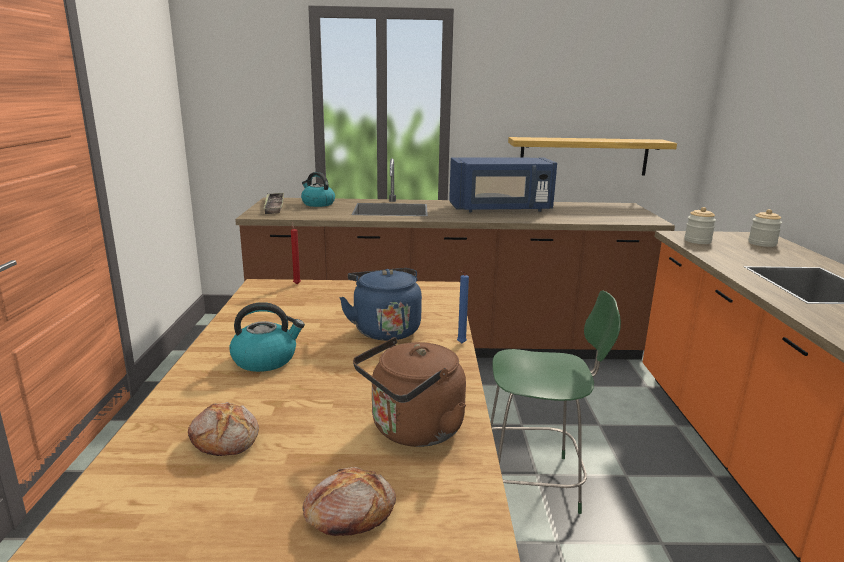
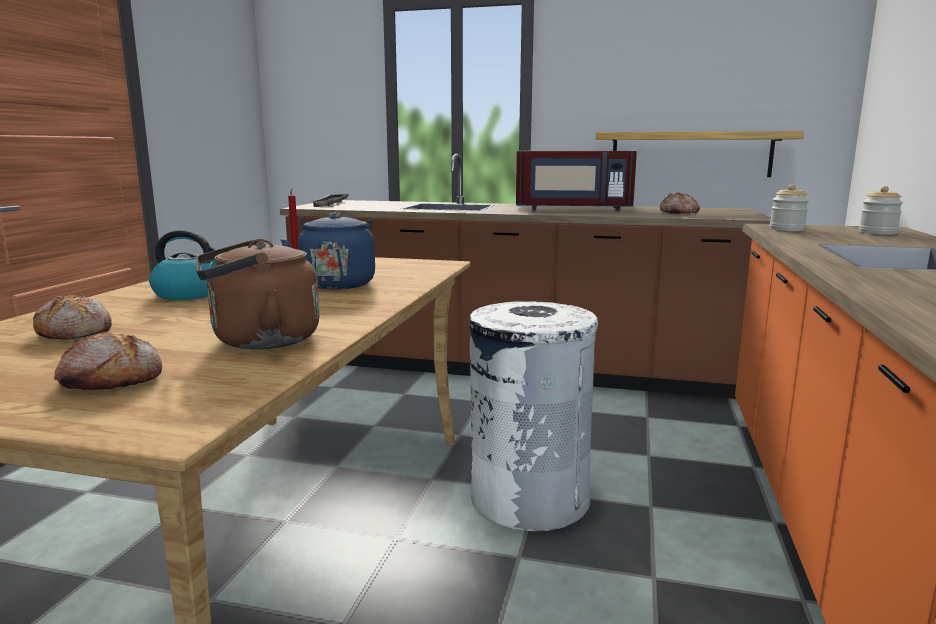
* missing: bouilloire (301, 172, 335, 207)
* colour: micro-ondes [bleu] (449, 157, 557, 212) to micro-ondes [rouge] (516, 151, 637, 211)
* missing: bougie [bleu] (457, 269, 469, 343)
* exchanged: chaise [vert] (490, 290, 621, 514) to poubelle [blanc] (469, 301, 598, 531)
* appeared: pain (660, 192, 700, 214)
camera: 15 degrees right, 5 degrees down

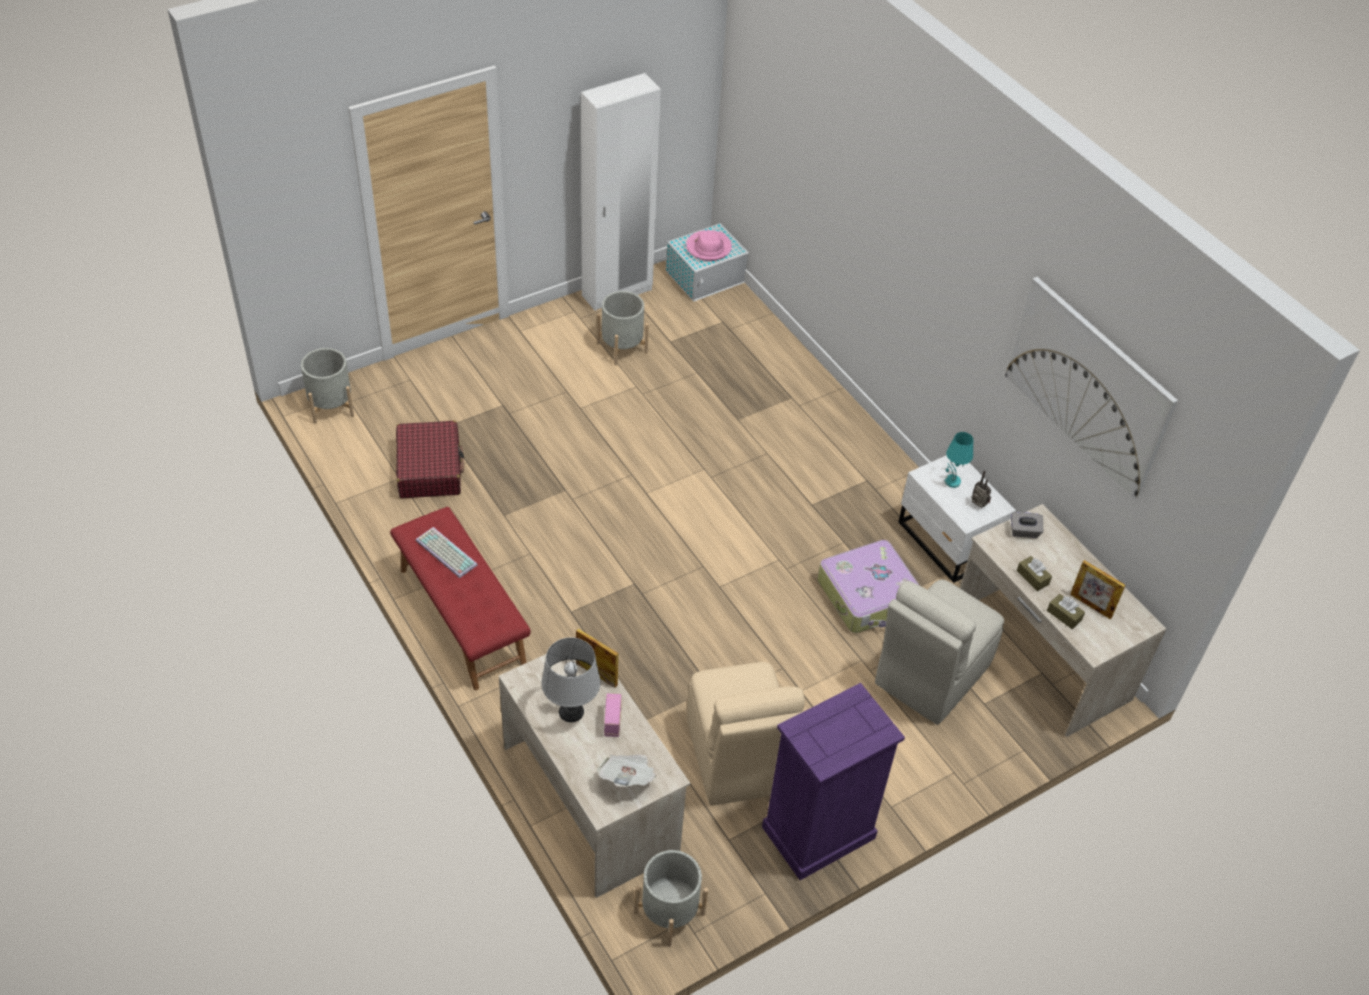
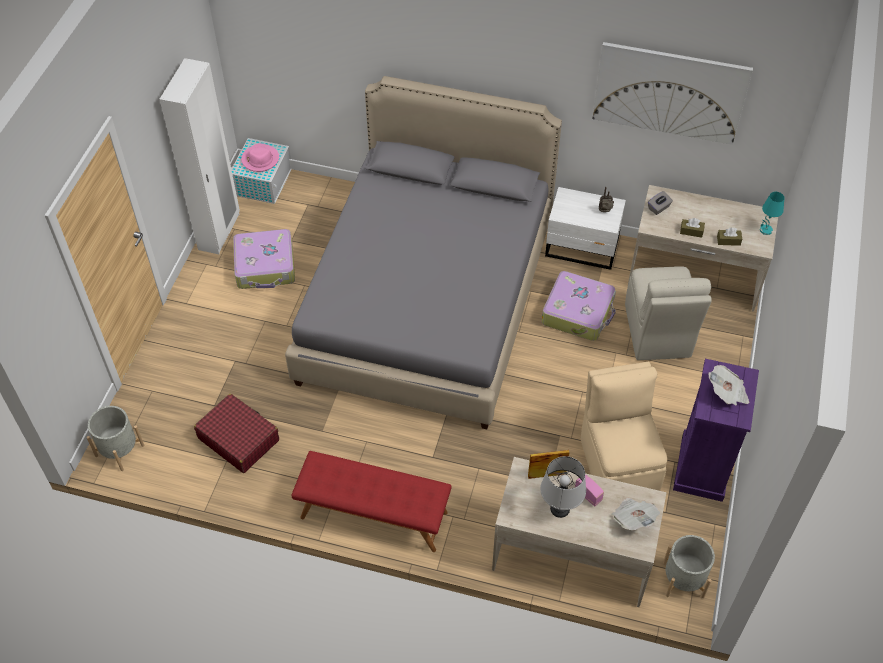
* missing: clavier (416, 527, 477, 578)
* exchanged: cache-pot [gris] (597, 291, 649, 365) to valise (233, 229, 295, 289)
* spun: chaise [beige] (687, 662, 805, 806) = (581, 362, 667, 491) 135 degrees counterclockwise
* relocated: lampe de table [turquoise] (945, 432, 973, 488) to (760, 192, 784, 235)
* missing: cadre photo (1070, 560, 1126, 619)
* appeared: lit [gris] (285, 76, 562, 429)
* appeared: journal (708, 365, 749, 405)
camera: 40 degrees left, 5 degrees up

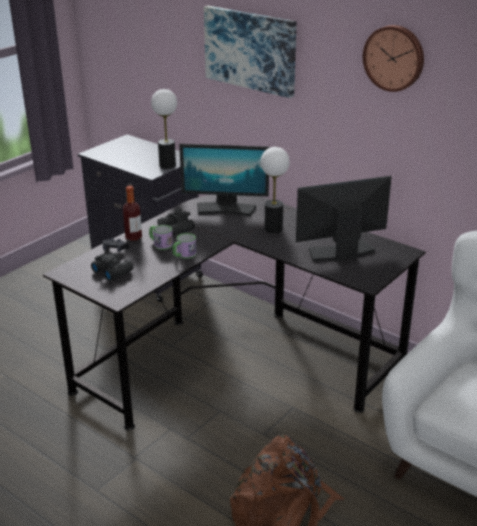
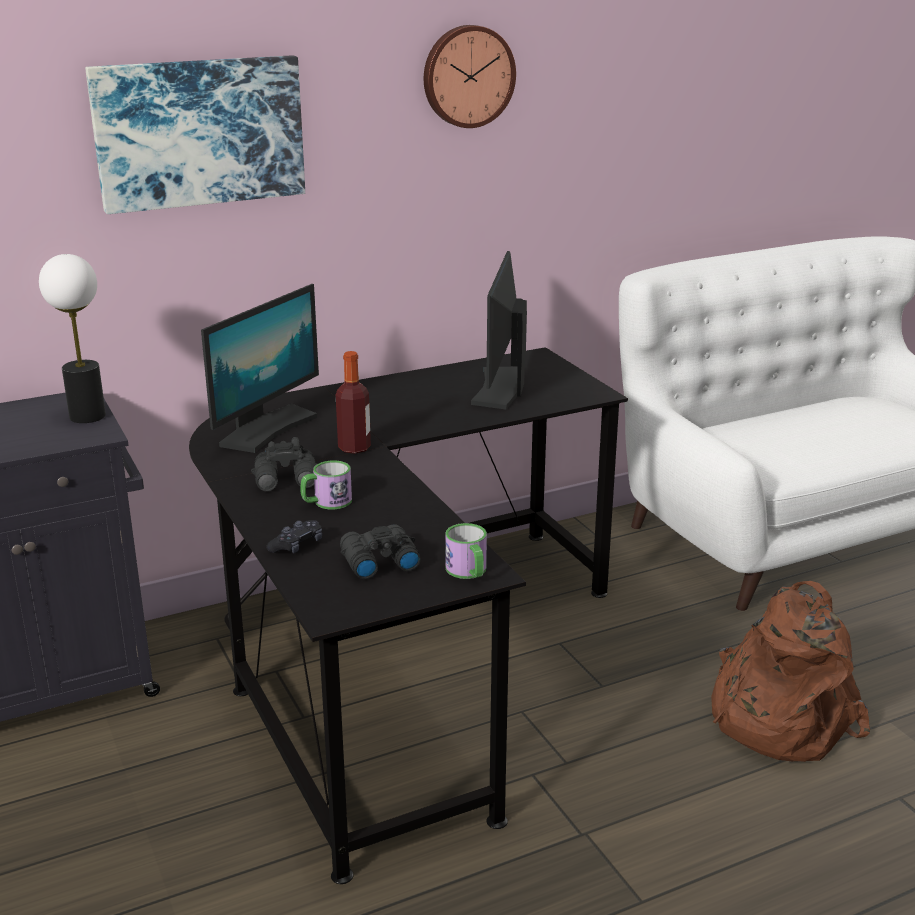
* relocated: bouteille (123, 186, 142, 241) to (336, 351, 371, 454)
* relocated: mug (173, 233, 196, 259) to (445, 523, 487, 579)
* missing: lampe de table (260, 147, 290, 233)
camera: 65 degrees left, 5 degrees down

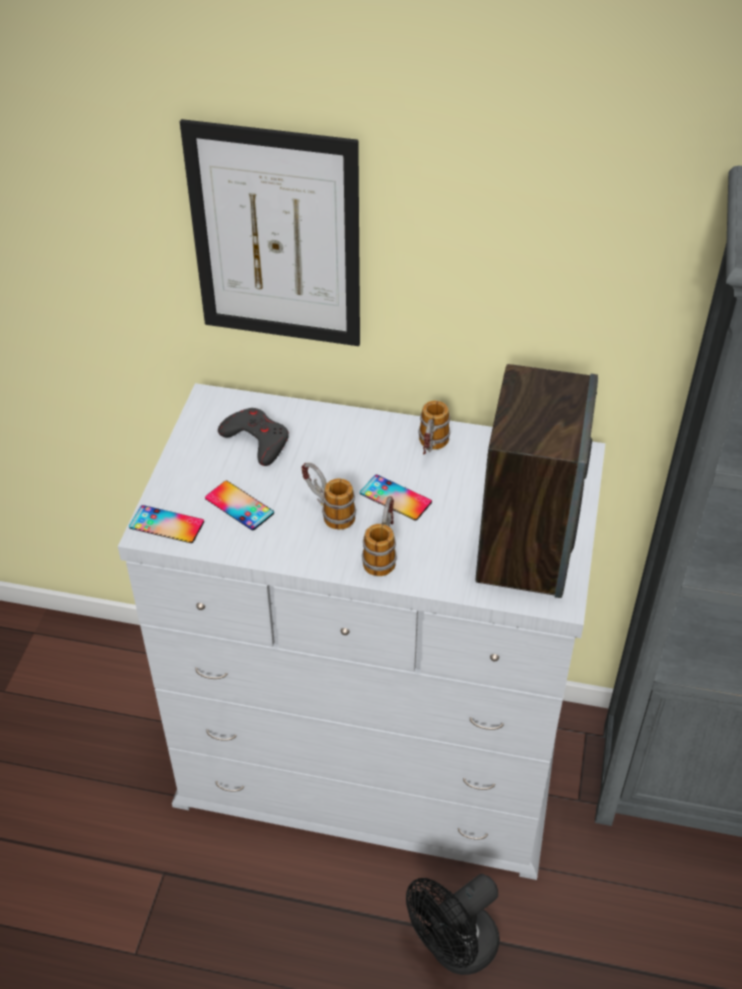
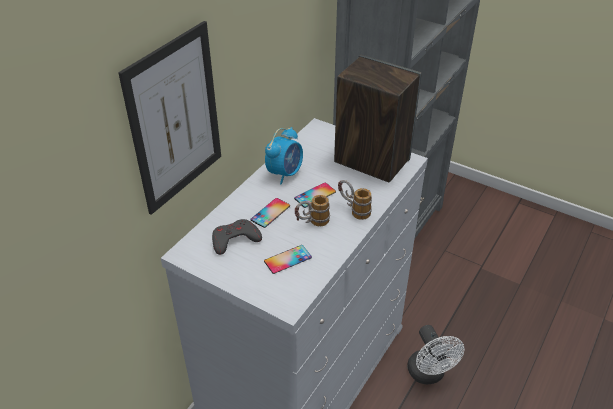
* relocated: téléphone (129, 505, 204, 543) to (250, 198, 290, 228)
* colour: ventilateur [noir] (406, 874, 500, 975) to ventilateur [blanc] (408, 325, 465, 385)
* exchanged: mug (419, 401, 450, 455) to réveil (265, 127, 303, 185)
camera: 70 degrees left, 5 degrees down

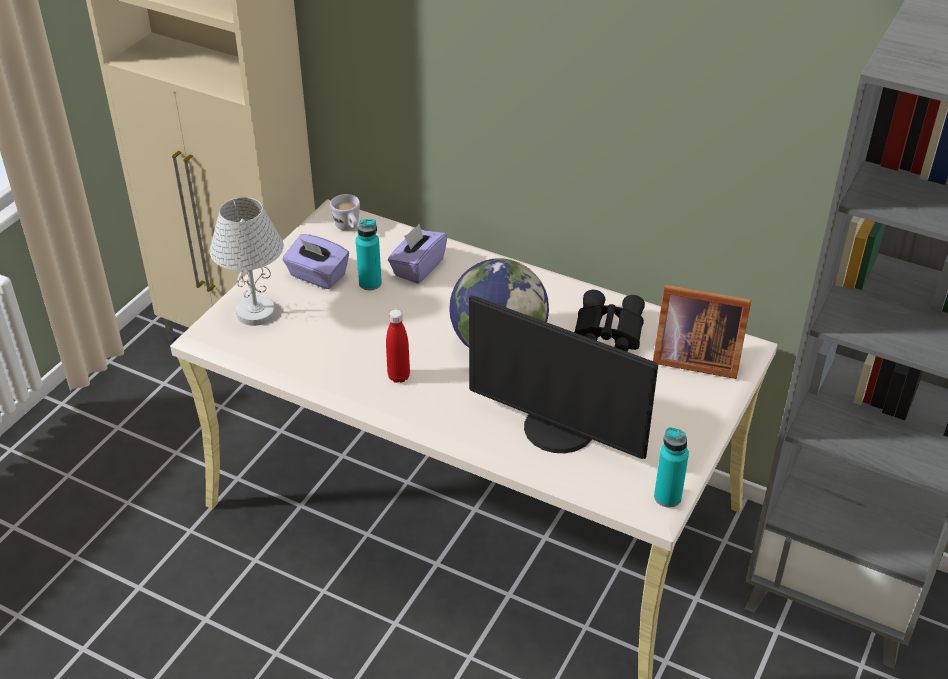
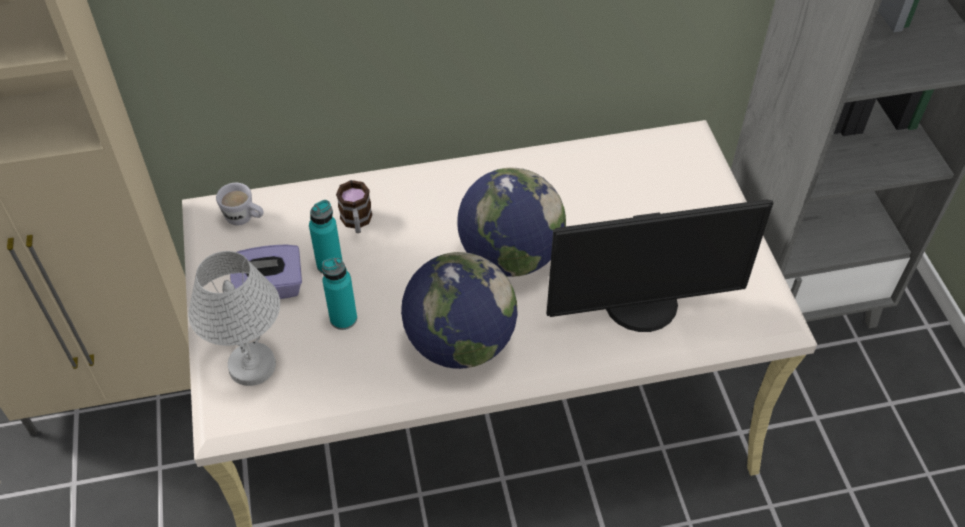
* exchanged: bouteille [rouge] (386, 309, 410, 383) to globe (401, 252, 517, 369)
* exchanged: boîte à mouchoirs [violet] (388, 224, 448, 284) to mug (336, 180, 372, 233)
* missing: jumelles [noir] (574, 290, 645, 352)
* missing: cadre photo (653, 285, 751, 379)
* relocated: bouteille [turquoise] (654, 427, 689, 507) to (322, 257, 357, 330)
camera: 40 degrees left, 10 degrees up

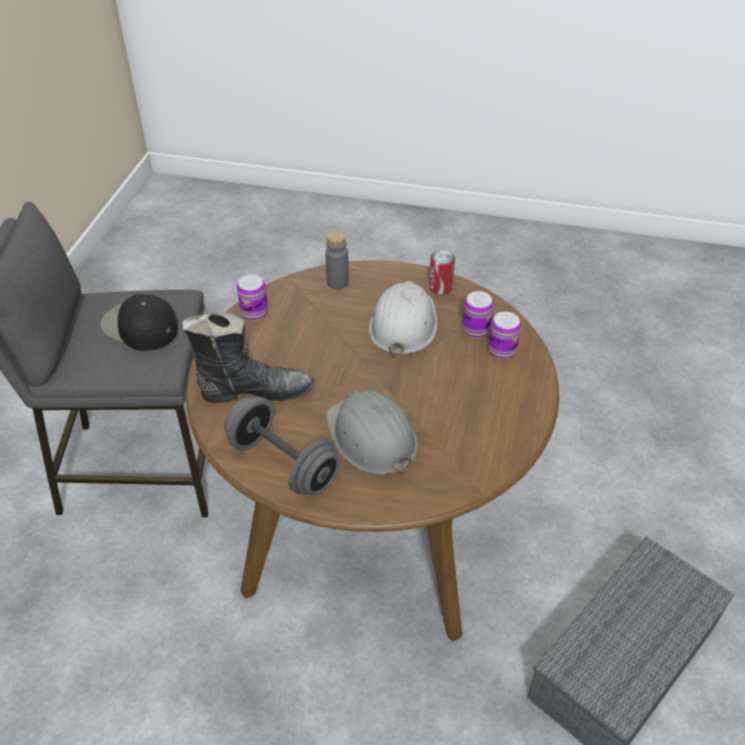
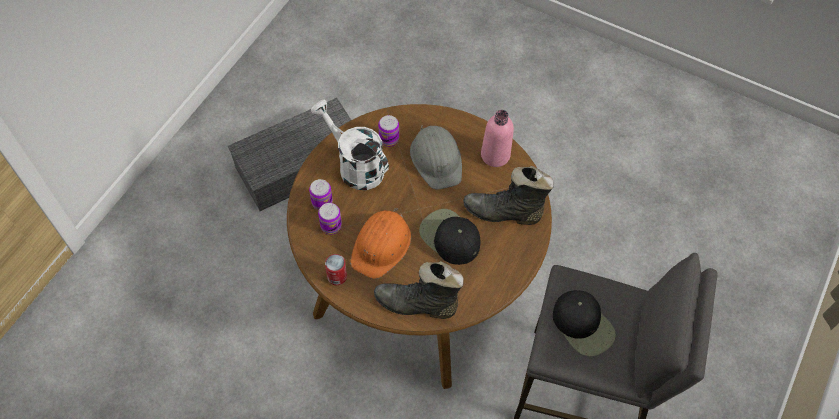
* exchanged: haltère [gris] (224, 397, 340, 496) to bouteille [rose] (481, 110, 514, 167)
* relocated: boîte métallique (237, 274, 268, 321) to (378, 115, 399, 147)
* exchanged: bouteille [gris] (325, 231, 349, 289) to botte [noir] (374, 261, 464, 319)
* colour: casque de chantier [blanc] (369, 281, 437, 357) to casque de chantier [orange] (350, 208, 411, 279)
* appeared: arrosoir [blanc] (311, 100, 389, 190)
* appeared: casquette [noir] (419, 209, 480, 265)
camera: 165 degrees left, 15 degrees up

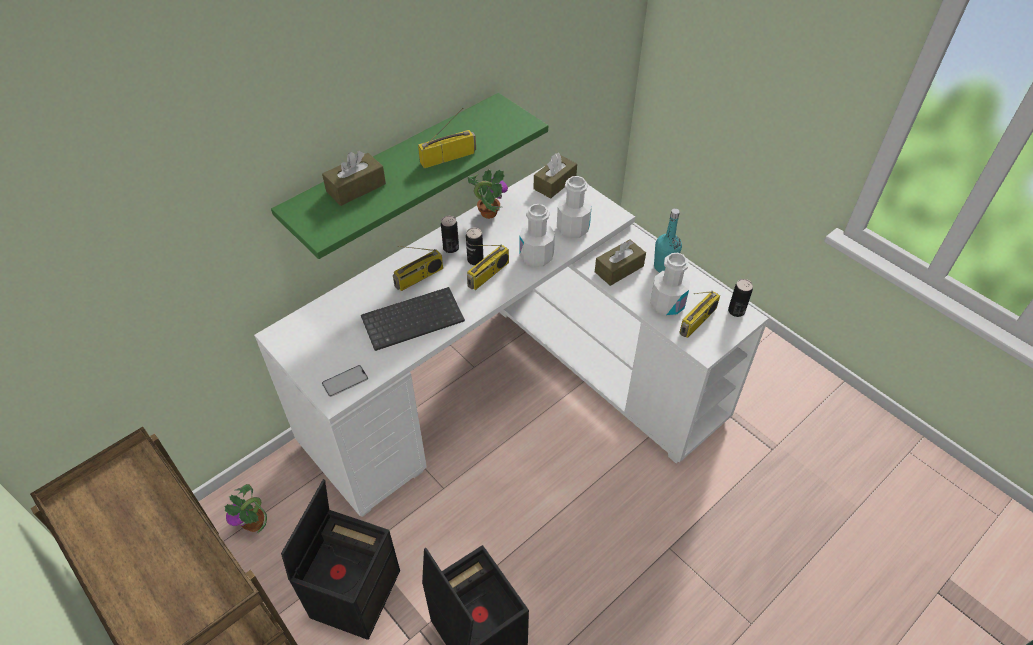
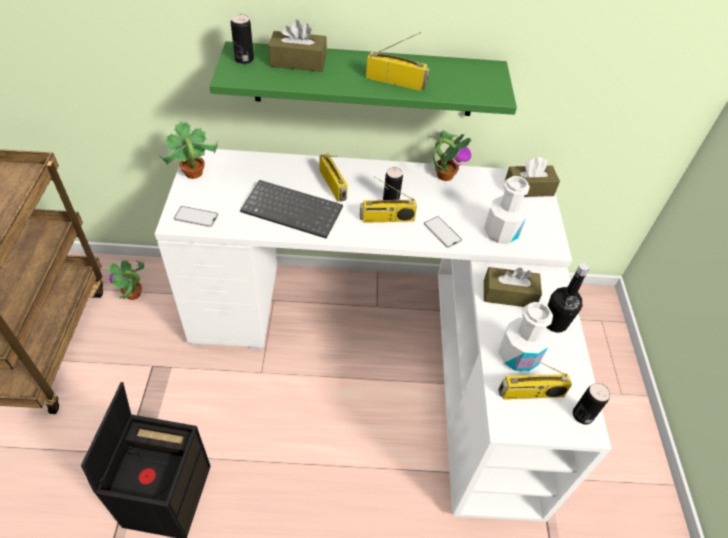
* missing: boîte de rangement [noir] (281, 479, 400, 640)
* spun: radio (393, 246, 443, 291) = (319, 154, 347, 202) 120 degrees counterclockwise
* relocated: boîte métallique (441, 216, 459, 253) to (231, 14, 254, 64)
* exchanged: bouteille [blanc] (520, 204, 555, 267) to téléphone (424, 216, 462, 248)
* colour: bouteille [turquoise] (654, 208, 682, 272) to bouteille [noir] (547, 263, 590, 333)
* appeared: plante en pot (159, 121, 218, 179)
camera: 40 degrees right, 0 degrees up

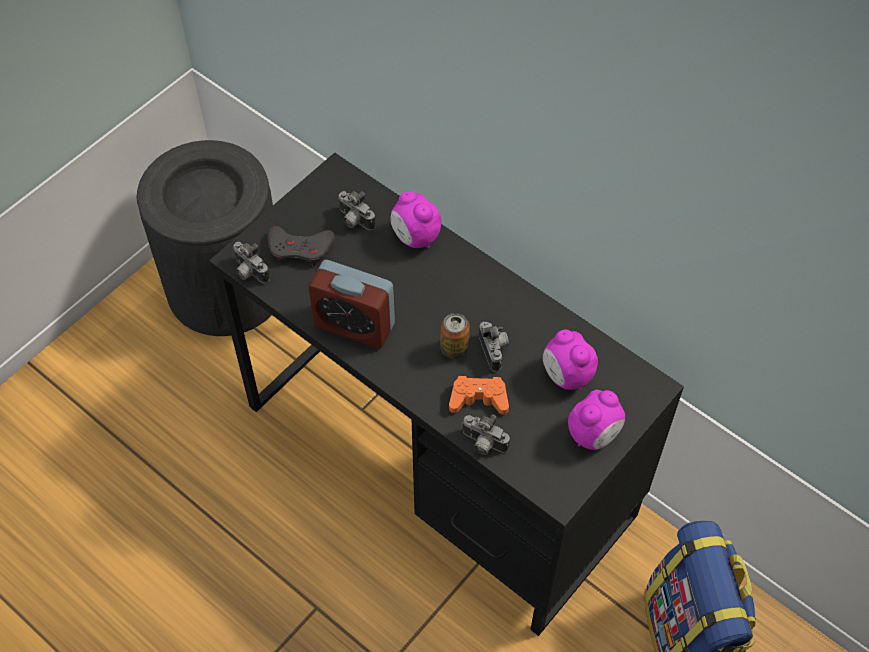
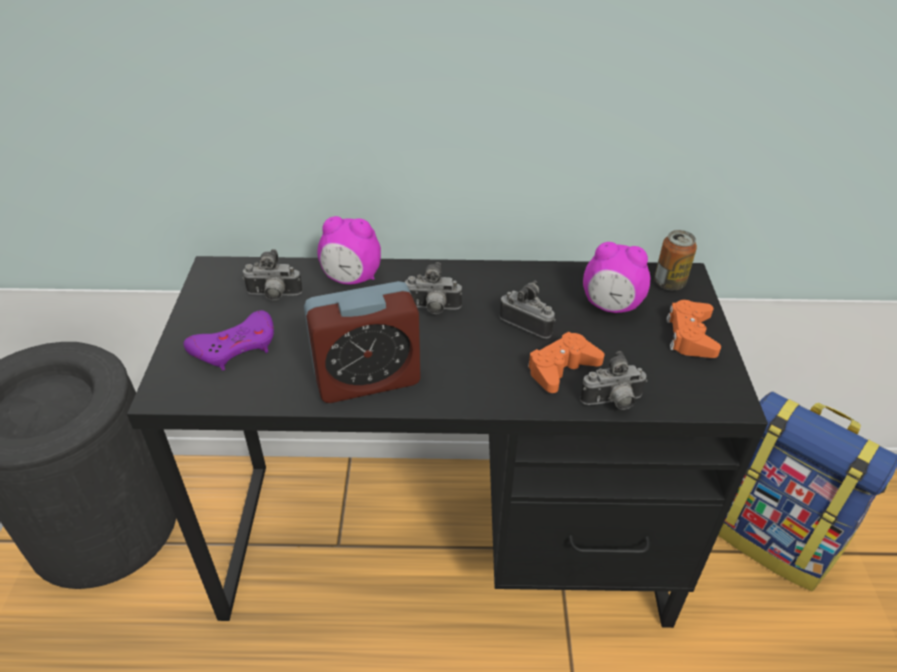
* relocated: appareil photo (233, 242, 270, 283) to (405, 262, 462, 314)
* colour: manette [gris] (267, 226, 335, 266) to manette [violet] (184, 310, 274, 371)
* relocated: boîte métallique (441, 313, 470, 359) to (654, 230, 697, 290)
* exchanged: réveil (568, 390, 625, 450) to manette [orange] (666, 300, 721, 358)
camera: 40 degrees left, 15 degrees down

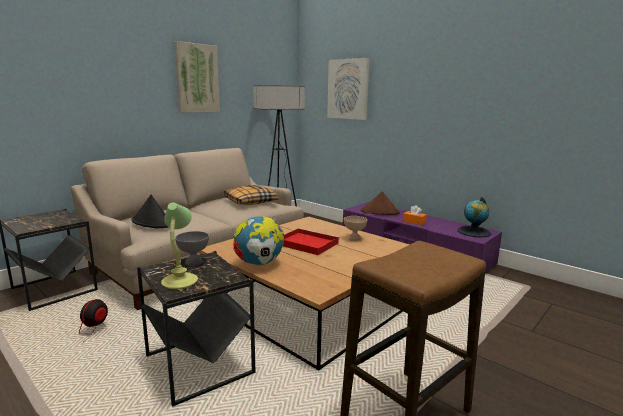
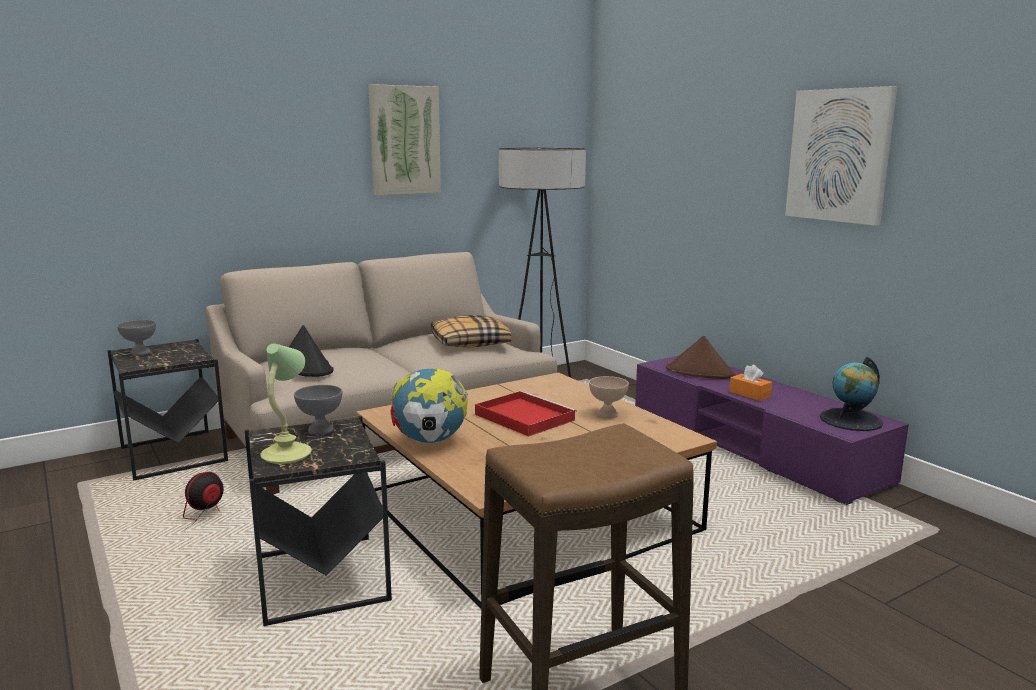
* relocated: tableau (327, 58, 370, 120) to (785, 86, 897, 226)
* appeared: bol [gris] (117, 320, 156, 356)
camera: 15 degrees right, 0 degrees up

